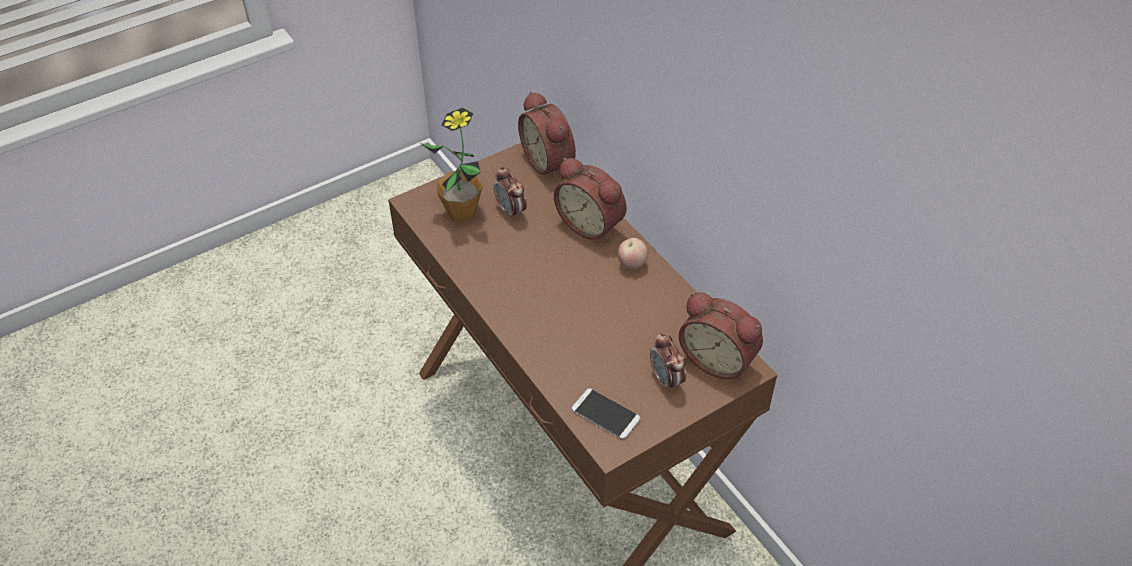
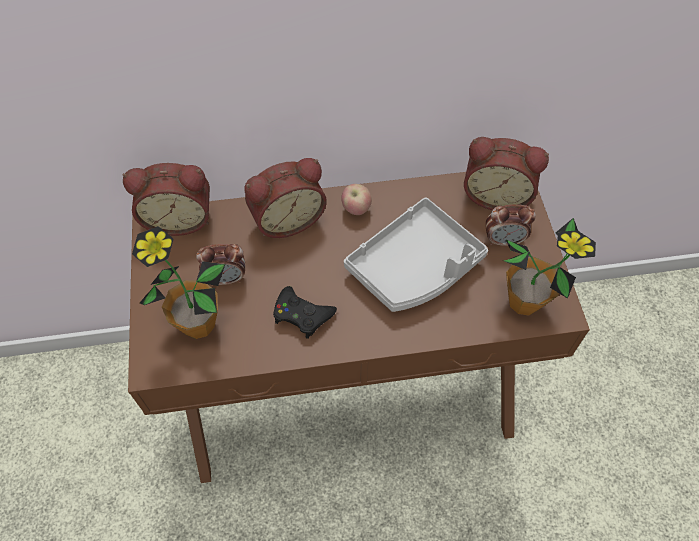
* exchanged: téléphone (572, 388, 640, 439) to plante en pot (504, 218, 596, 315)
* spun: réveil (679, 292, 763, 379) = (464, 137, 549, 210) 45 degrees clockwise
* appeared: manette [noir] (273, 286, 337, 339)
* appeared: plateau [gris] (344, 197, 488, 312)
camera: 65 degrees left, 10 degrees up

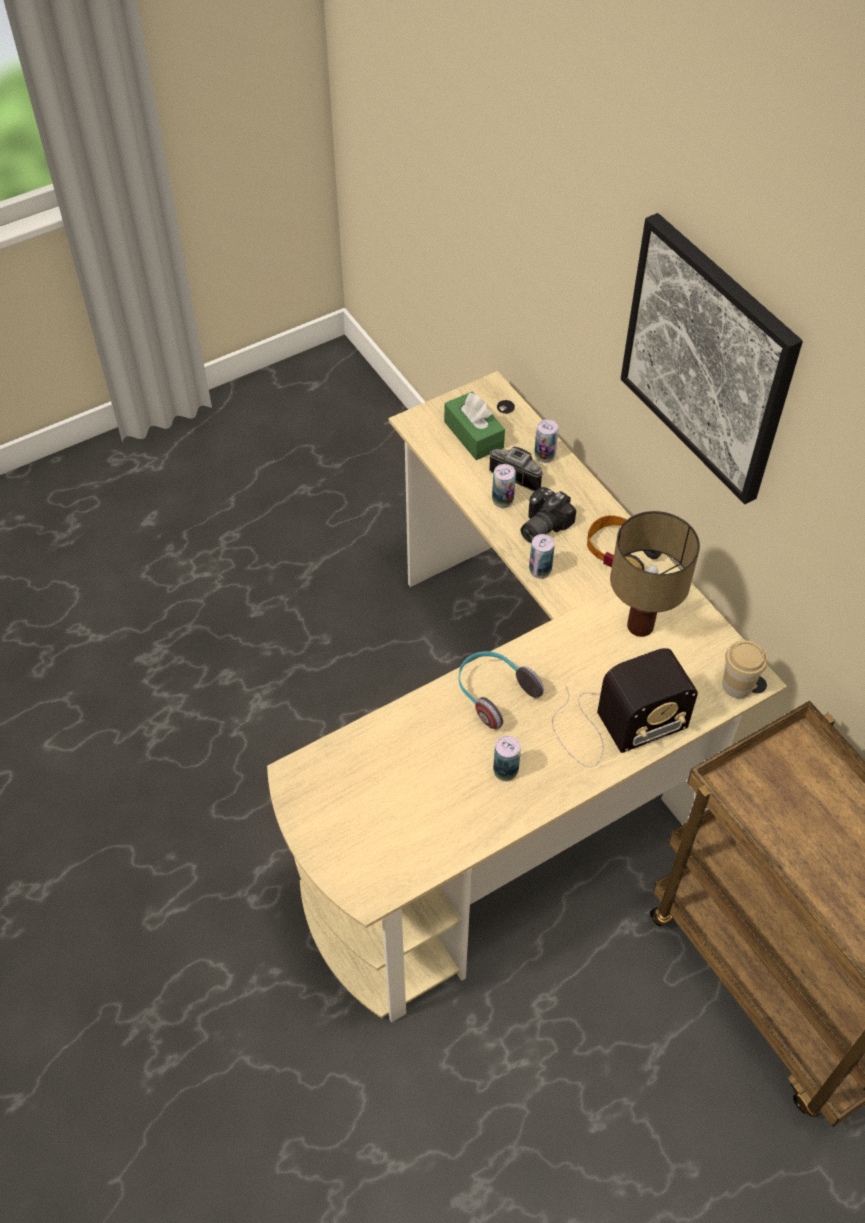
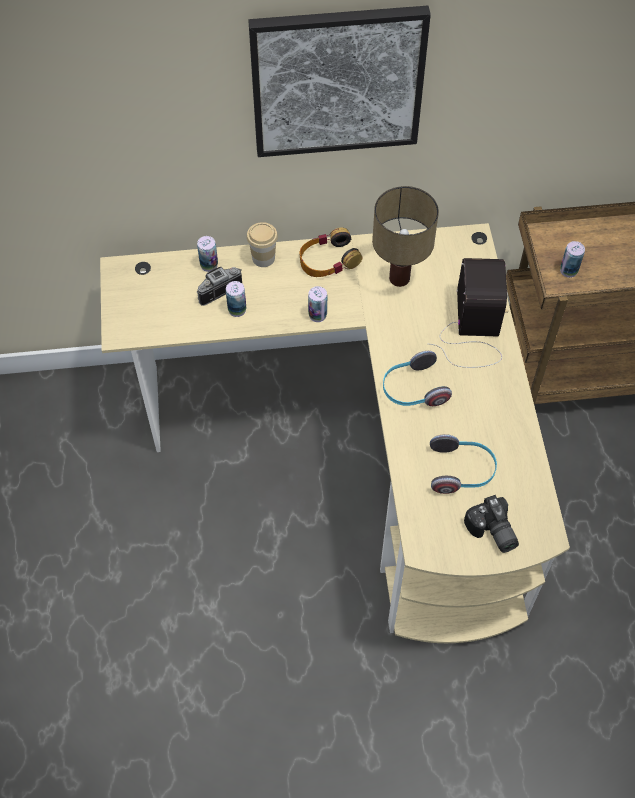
* missing: boîte à mouchoirs [vert] (444, 391, 505, 460)
* relocated: boîte métallique (493, 735, 521, 782) to (560, 241, 585, 278)
* relocated: appareil photo (521, 487, 576, 543) to (464, 495, 519, 553)
* relocated: tasse (722, 640, 768, 698) to (247, 222, 278, 267)
* appeared: casque audio (430, 434, 497, 494)
camera: 65 degrees left, 5 degrees up

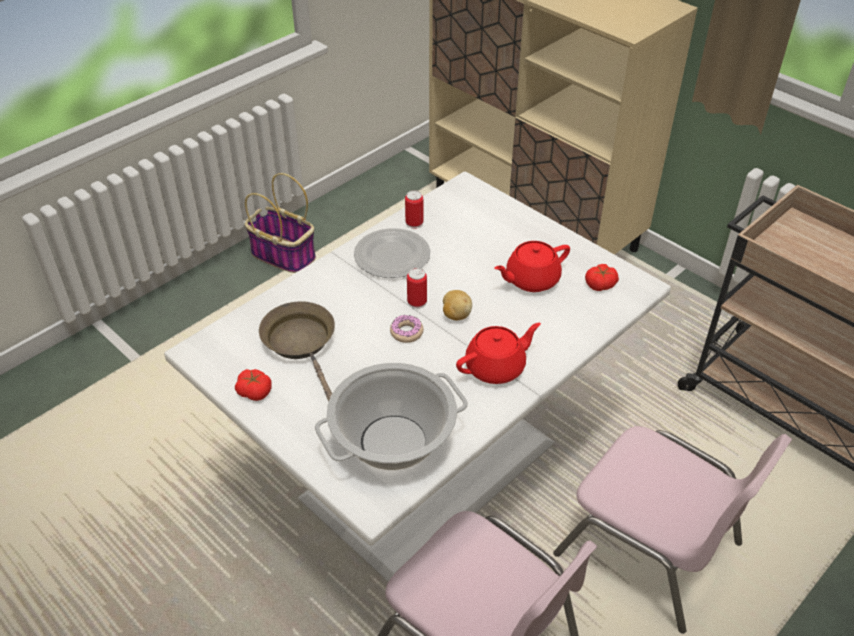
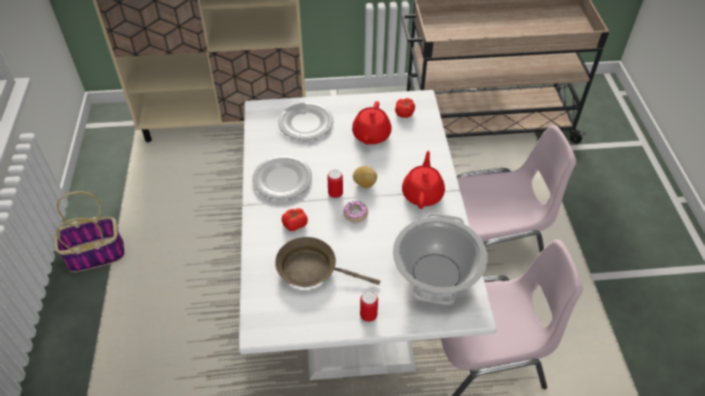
* relocated: tomate (235, 369, 272, 401) to (281, 208, 308, 231)
* relocated: boîte métallique (405, 190, 423, 229) to (360, 291, 378, 323)
* appeared: assiette (278, 102, 334, 140)
camera: 50 degrees left, 5 degrees up

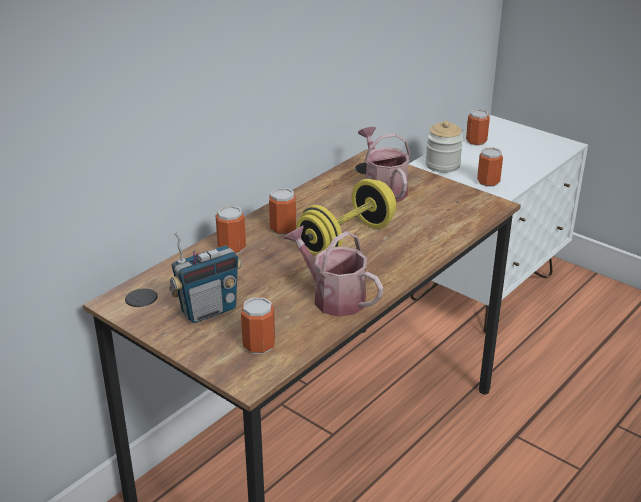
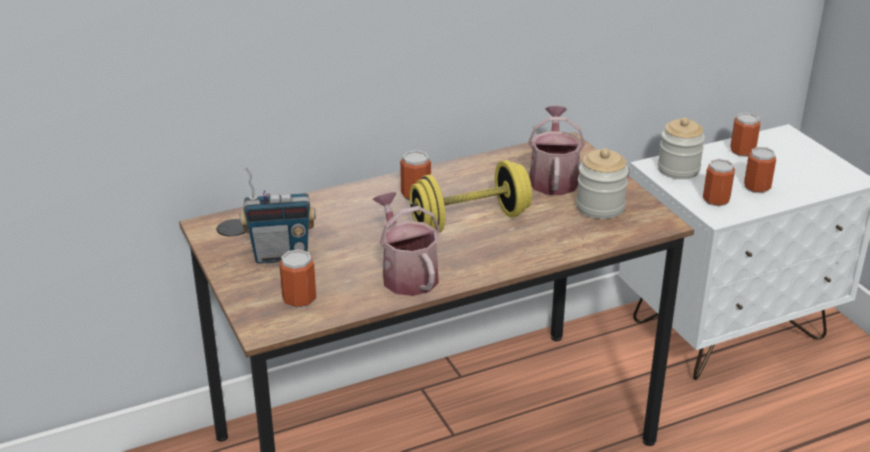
* relocated: boîte métallique (215, 205, 246, 254) to (744, 147, 776, 194)
* appeared: bocal (576, 148, 629, 219)
camera: 25 degrees right, 0 degrees up

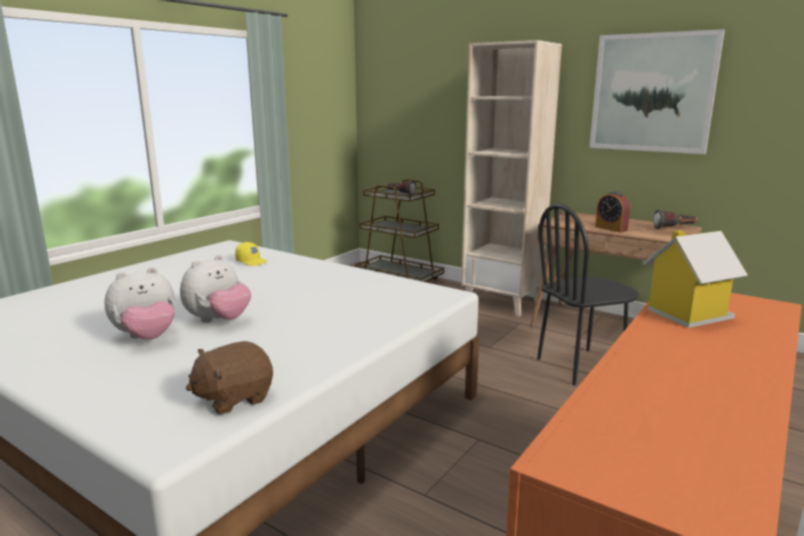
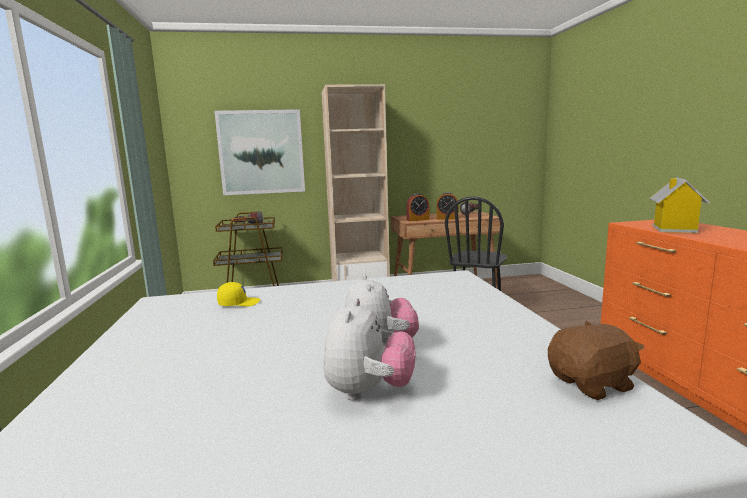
* spun: peluche [marron] (186, 341, 273, 415) = (548, 321, 645, 400) 120 degrees counterclockwise
* relocated: tableau (589, 29, 725, 154) to (214, 109, 305, 195)
* appeared: réveil (407, 193, 430, 221)
camera: 45 degrees left, 5 degrees down

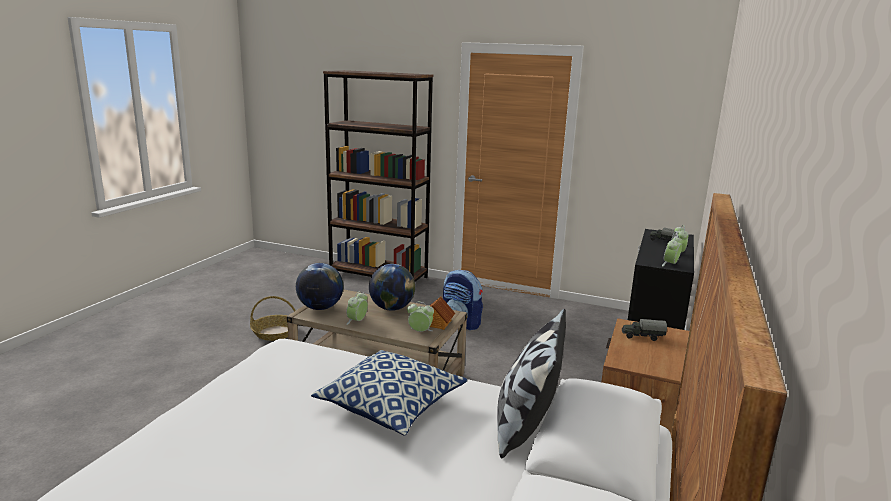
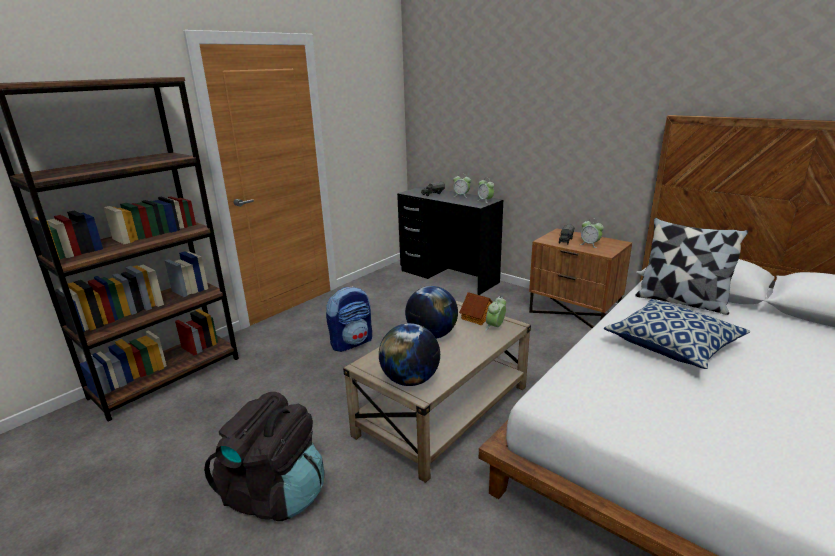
* exchanged: panier (250, 296, 298, 341) to sac à dos [noir] (204, 392, 324, 521)
* relocated: réveil (346, 291, 368, 325) to (580, 218, 604, 248)
camera: 70 degrees left, 5 degrees up

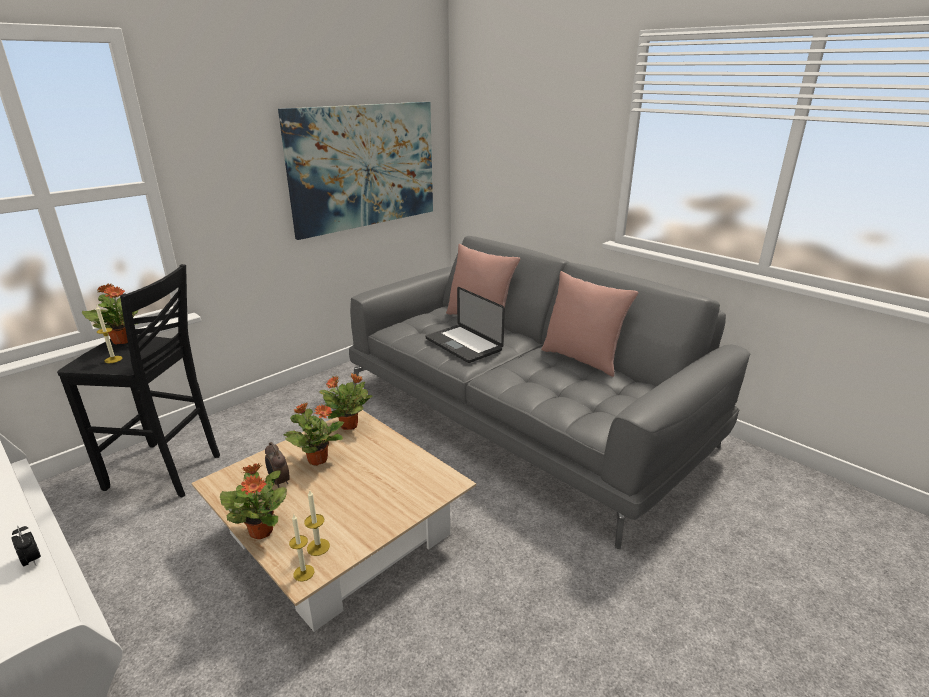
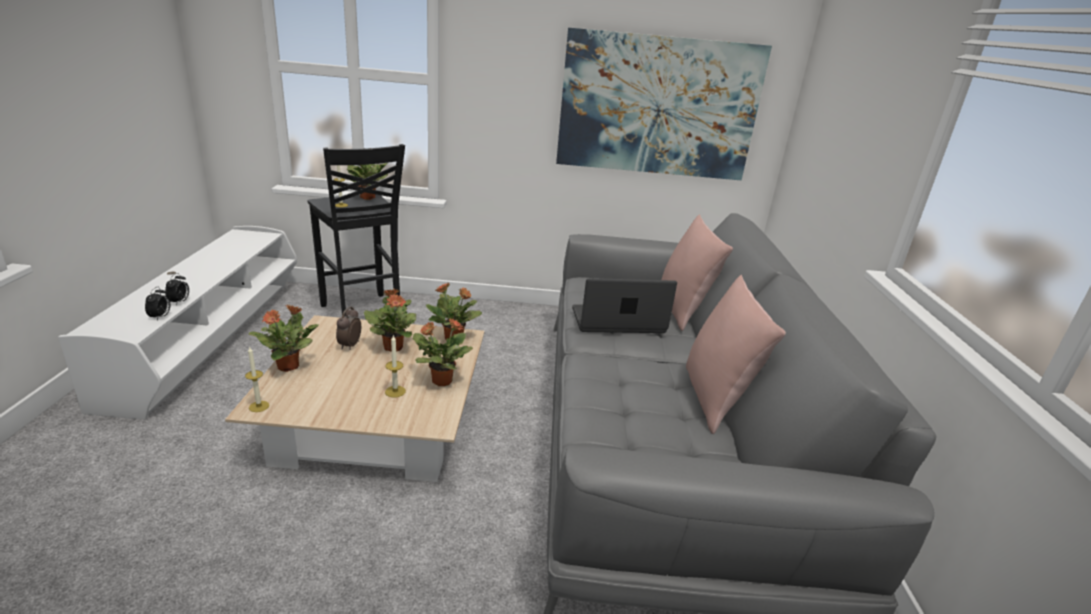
* relocated: bougie (304, 491, 330, 556) to (385, 335, 406, 397)
* spun: ordinateur portable (426, 287, 505, 363) = (572, 278, 677, 333) 75 degrees clockwise
* appeared: réveil (145, 287, 170, 321)
* appeared: plante en pot (413, 319, 473, 386)
camera: 45 degrees right, 0 degrees up

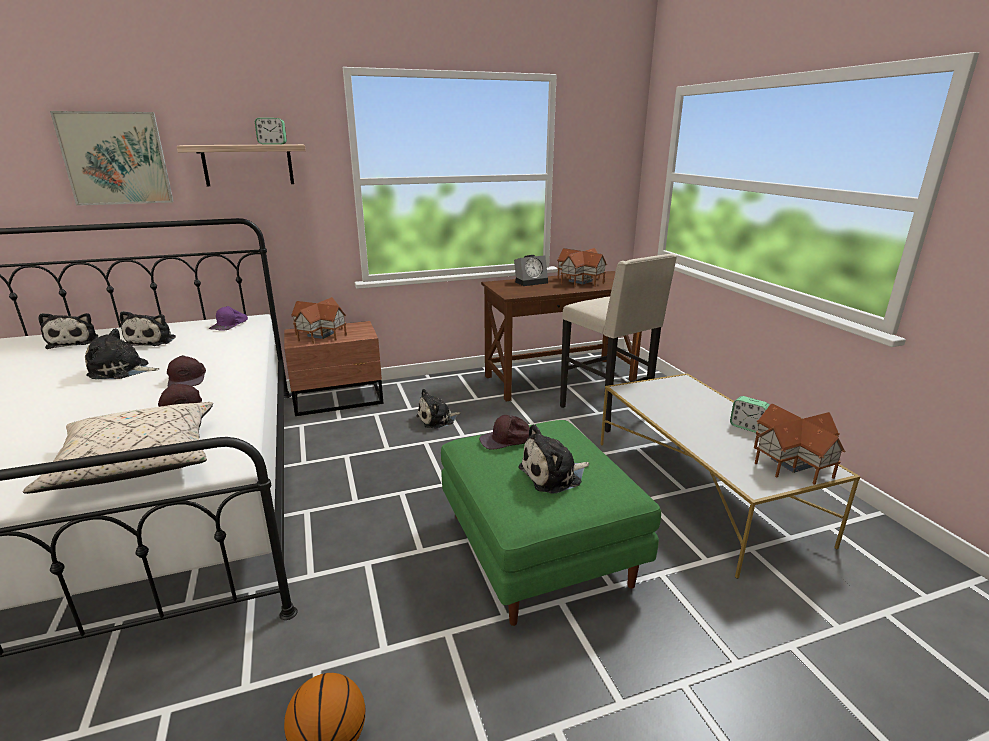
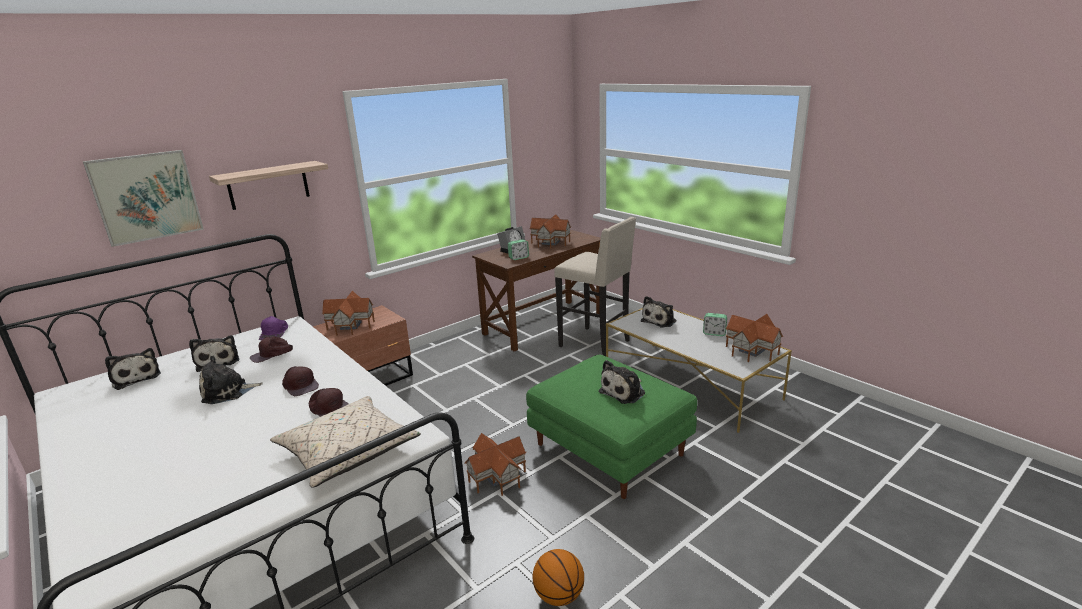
* relocated: réveil (255, 118, 287, 145) to (508, 239, 529, 260)
* relocated: peluche (416, 389, 461, 429) to (641, 296, 676, 328)
* relocated: casquette [marron] (479, 415, 530, 450) to (250, 336, 293, 363)
* appeared: maison miniature (465, 433, 526, 496)
camera: 20 degrees left, 0 degrees up

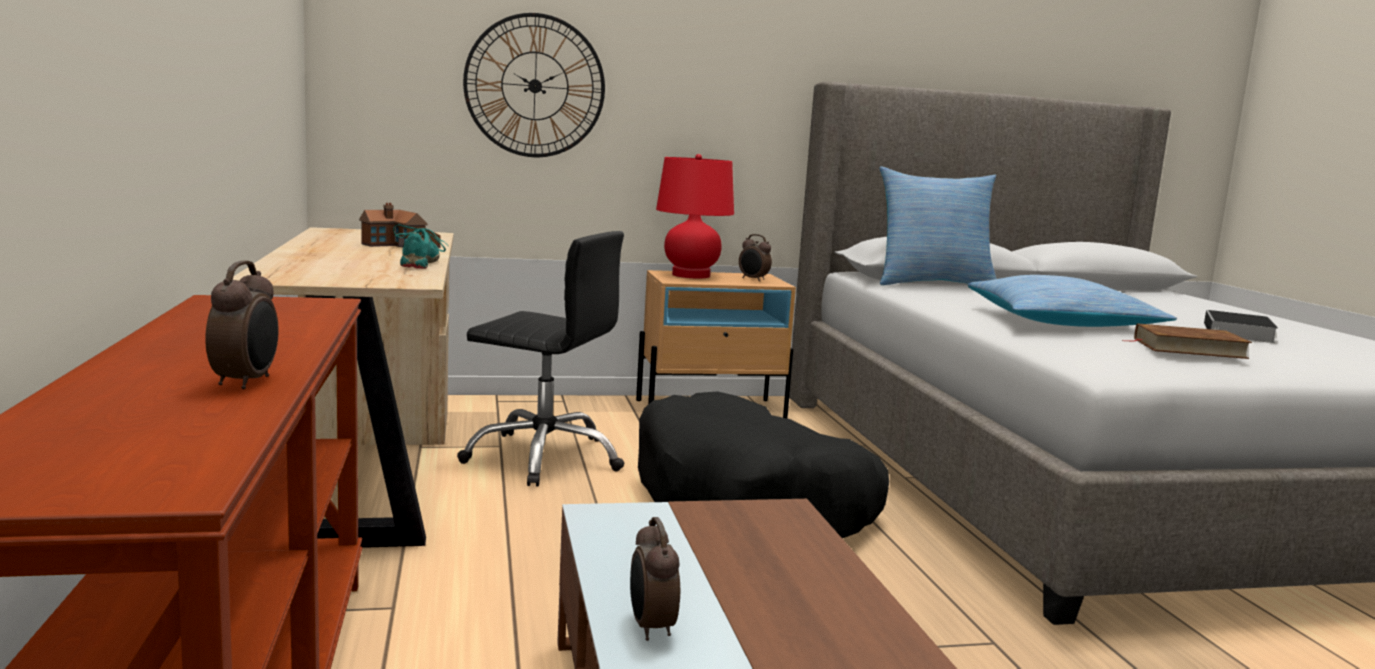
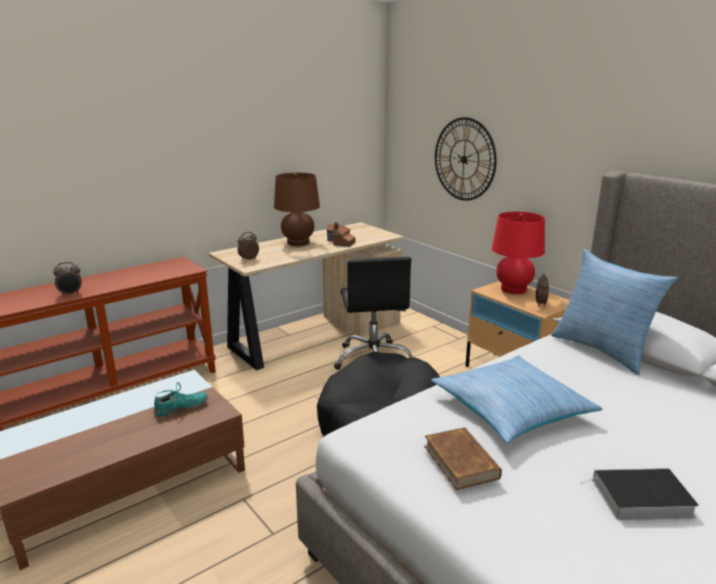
* relocated: chaussure [turquoise] (393, 224, 448, 269) to (154, 382, 208, 417)
* relocated: réveil (630, 517, 680, 641) to (237, 232, 259, 261)
* appeared: lampe de table [marron] (274, 173, 320, 246)
camera: 65 degrees right, 10 degrees up

